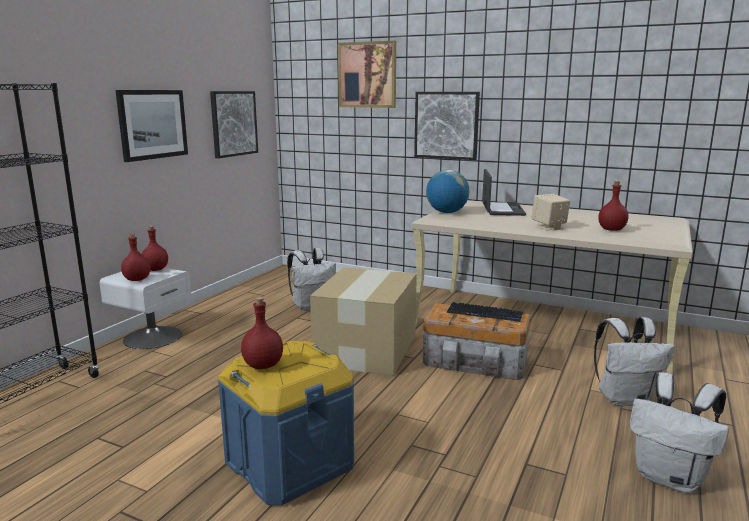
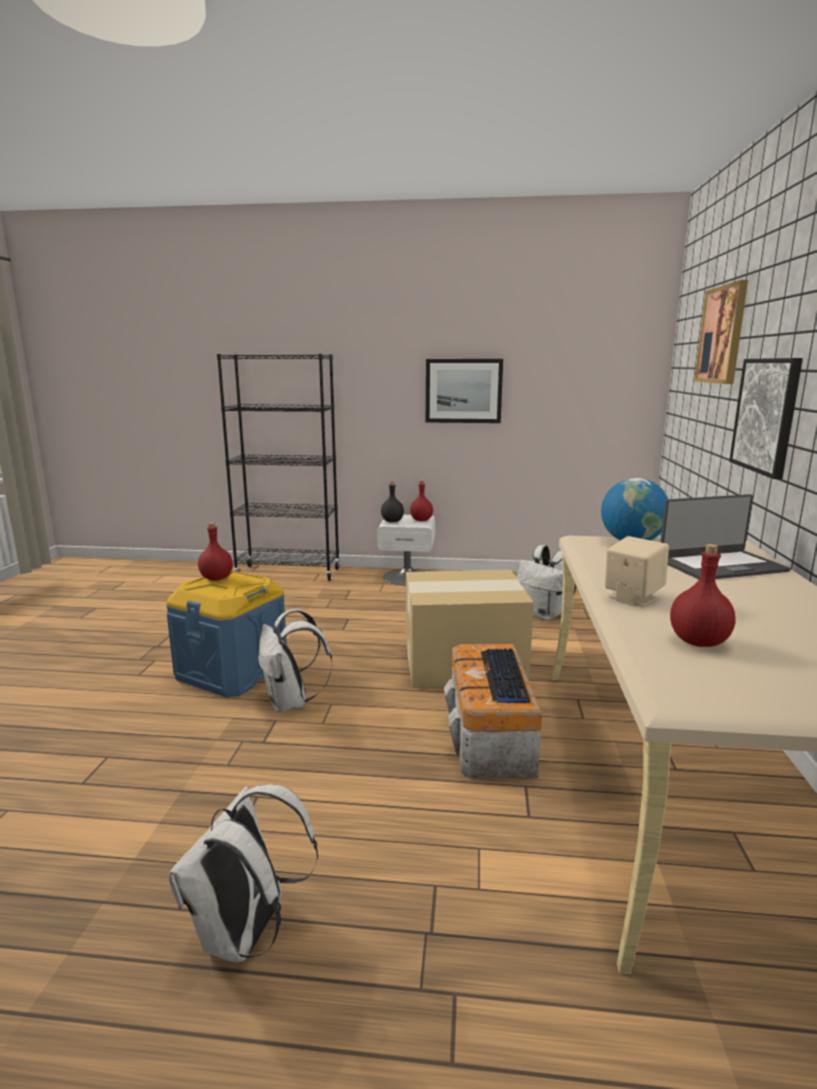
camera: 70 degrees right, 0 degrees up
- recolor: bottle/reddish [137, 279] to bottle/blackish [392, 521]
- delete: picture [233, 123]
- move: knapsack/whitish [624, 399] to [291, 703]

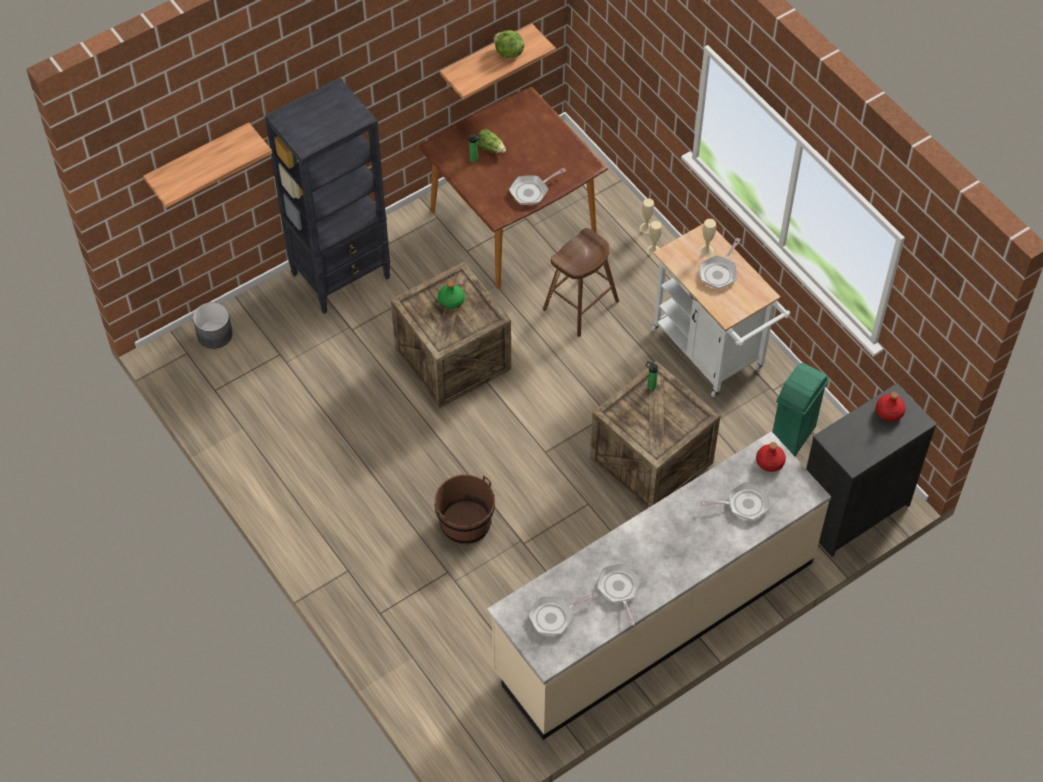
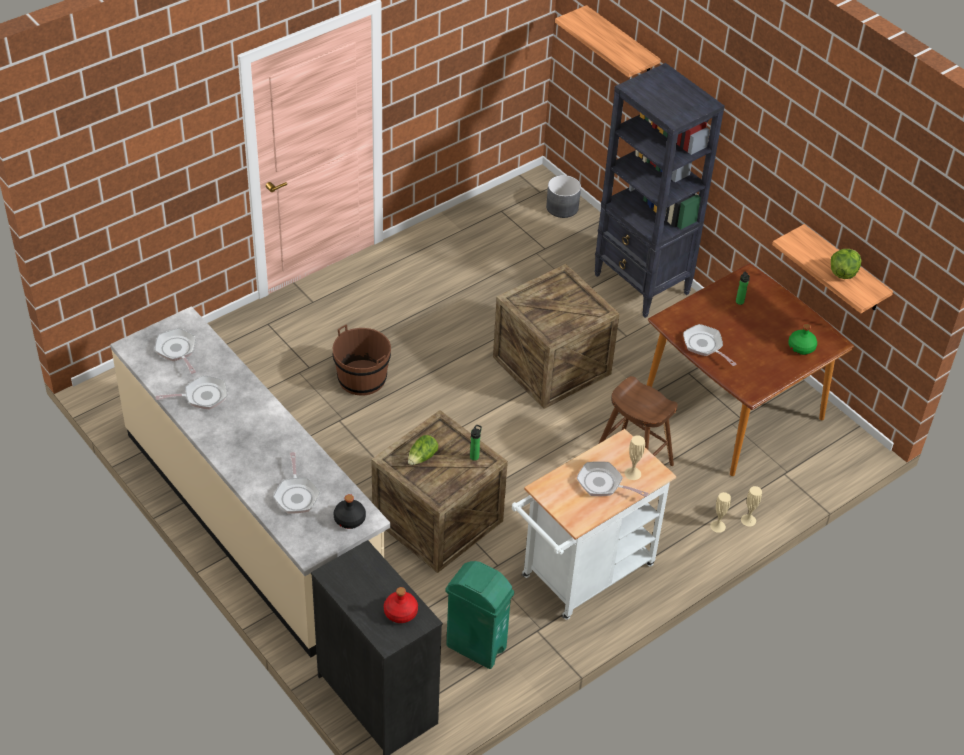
camera: 85 degrees right, 10 degrees down
- move: bottle/green-coloured [451, 301] to [801, 347]
- move: head of lettuce [491, 148] to [422, 457]
- recolor: bottle/reddish [770, 462] to bottle/blackish [349, 519]

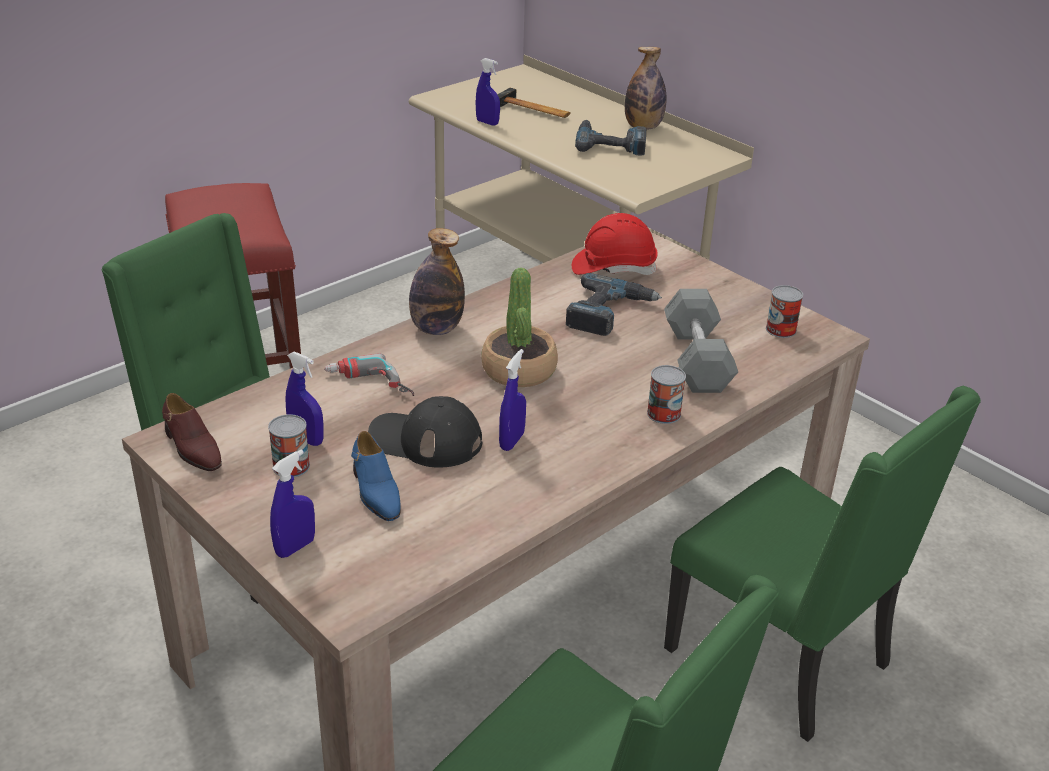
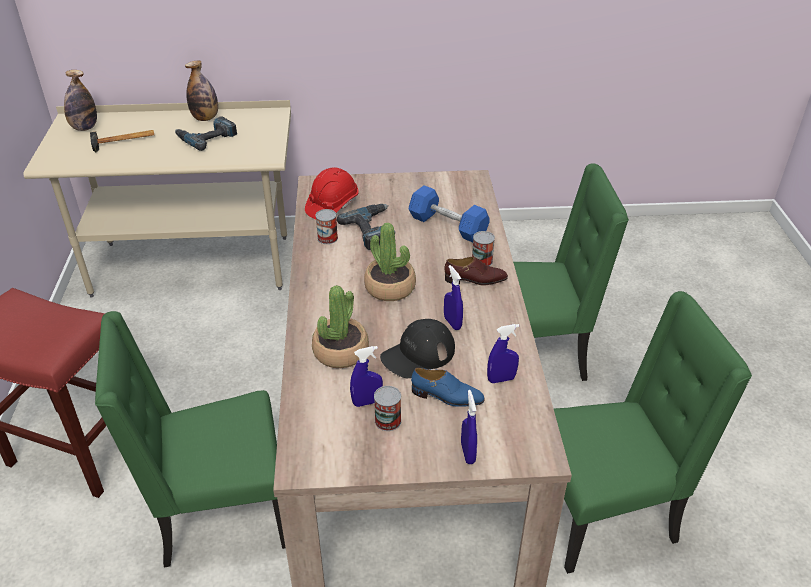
camera: 50 degrees left, 5 degrees up
- move: shoe/brown [192, 448] to [475, 280]
- replace: electric drill [368, 386] to houseplant [340, 351]
- move: bottle [436, 329] to [84, 128]
- move: spray bottle/bluish [487, 123] to [501, 379]
- recolor: hand weight/greyish [697, 359] to hand weight/bluish [448, 226]
- move: metal can [781, 329] to [327, 238]

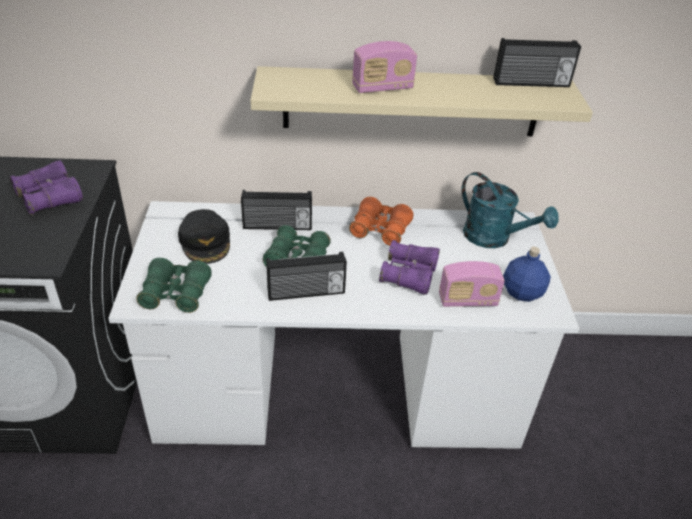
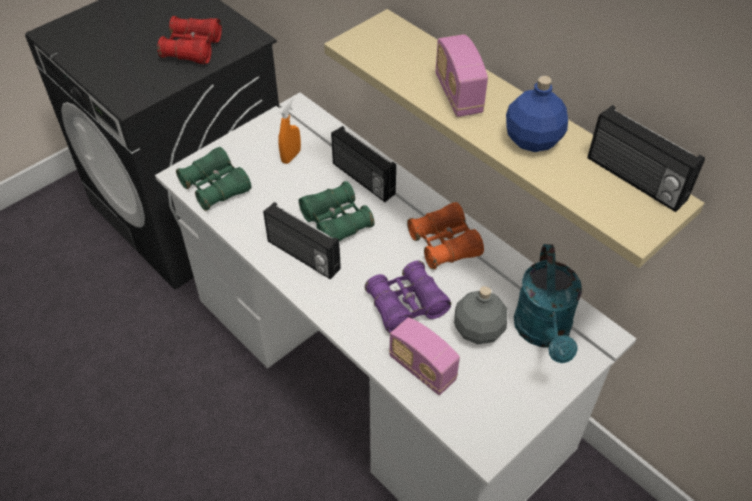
camera: 50 degrees right, 10 degrees up
- recolor: pair of binoculars/purple-coloured [49, 198] to pair of binoculars/reddish [192, 49]
- replace: peaked cap/blackish [206, 241] to spray bottle/orange [291, 156]
- rotate: radio set [382, 88] = [458, 95] 45 degrees clockwise
- move: bottle/bluish [522, 293] to [532, 140]
- insert: bottle/greyish [477, 330]

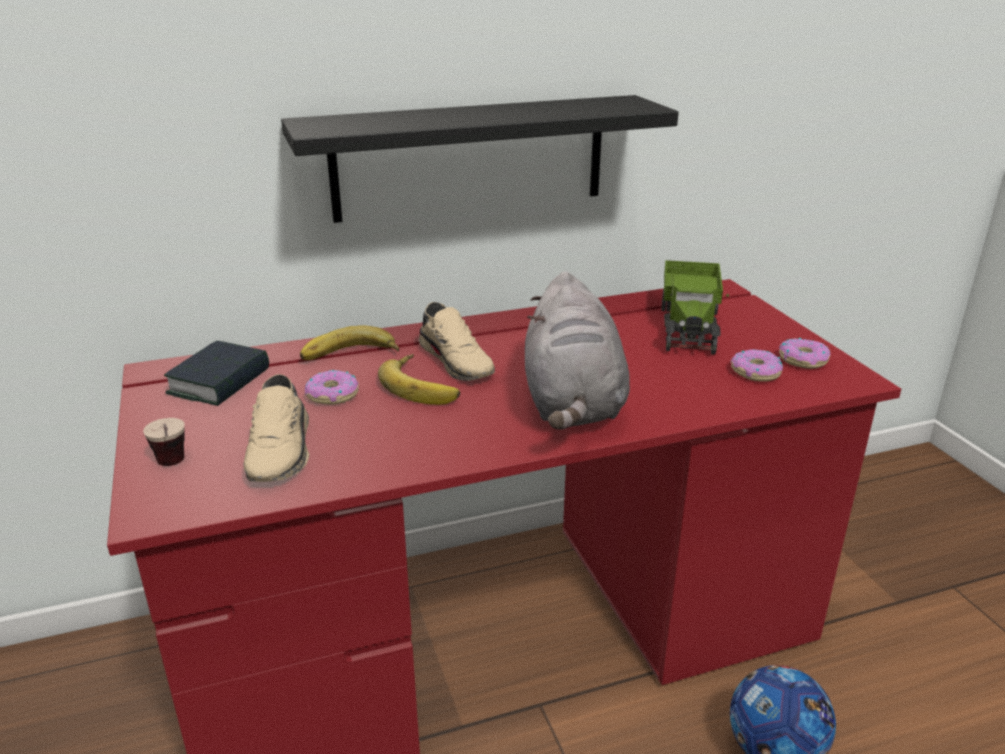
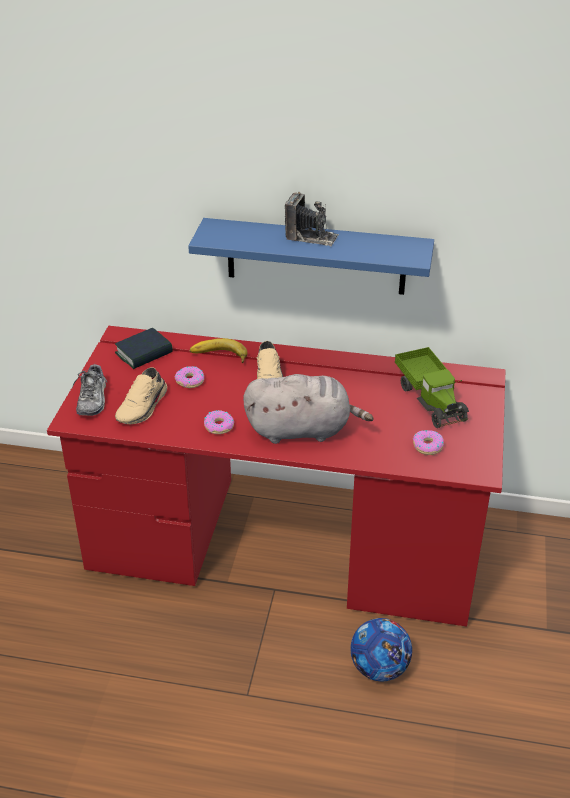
camera: 30 degrees right, 10 degrees up
- replace: drinking cup [173, 467] to shoe [93, 399]
- recolor: bracket shelf/blackish [470, 158] to bracket shelf/bluish [316, 256]
- delete: banana fruit [423, 385]
- rotate: plush toy/greyish [572, 404] = [302, 430] 120 degrees counterclockwise
- rotate: toy lorry [690, 325] = [430, 398] 60 degrees counterclockwise
- move: ring doughnut [803, 360] to [219, 426]
- insert: photo camera [311, 237]

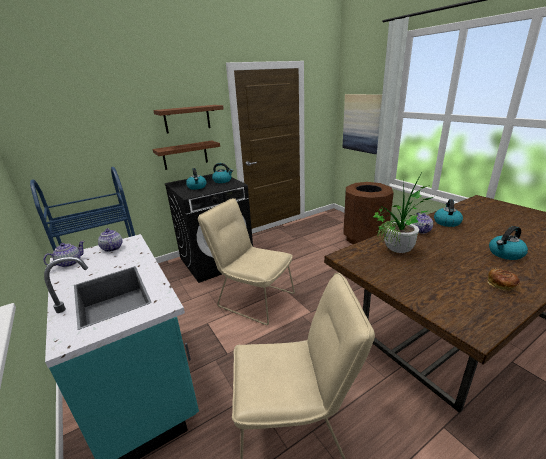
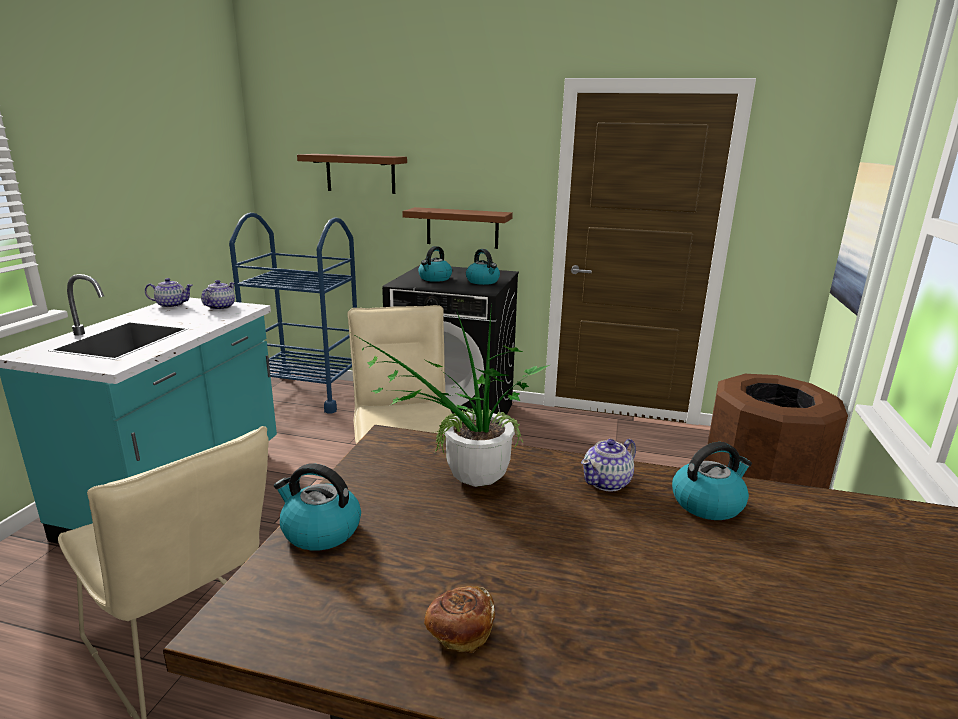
camera: 45 degrees right, 5 degrees down
- move: bracket shelf/brown [187, 119] to [360, 173]
- move: tea kettle [505, 254] to [320, 531]

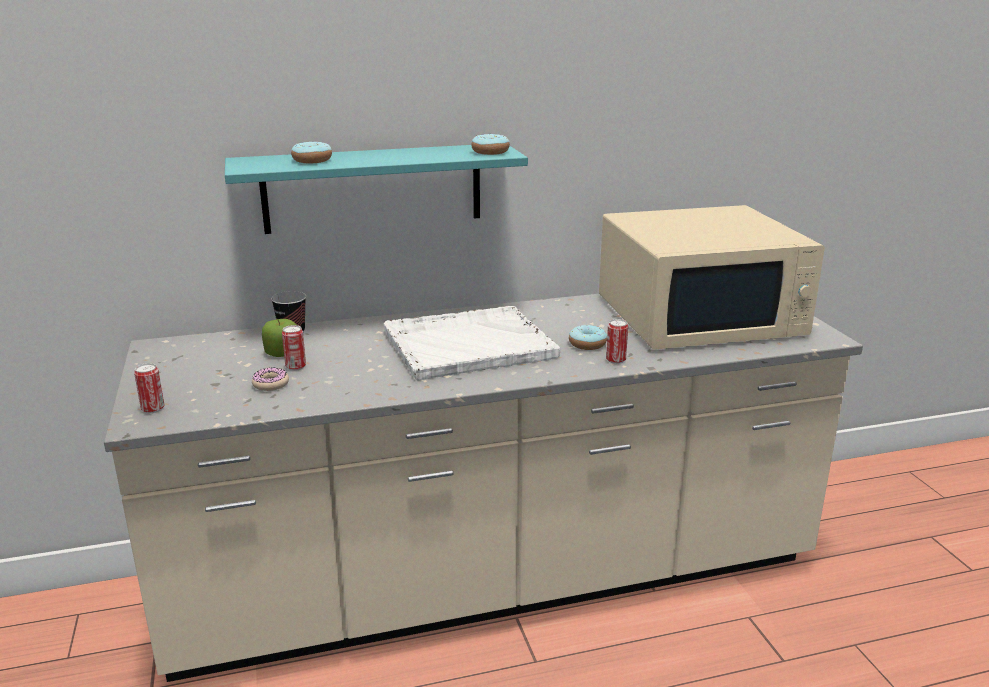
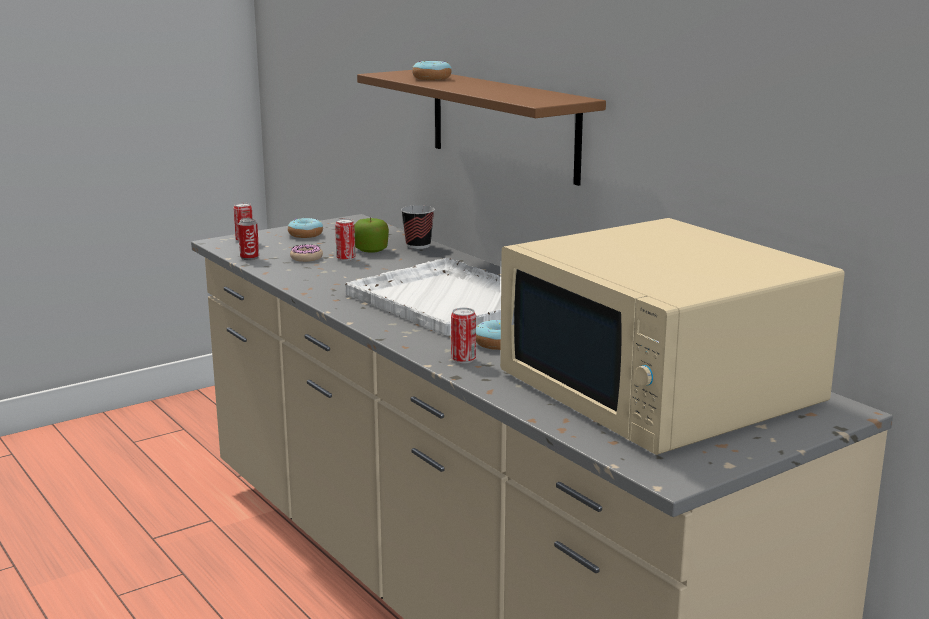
camera: 70 degrees right, 5 degrees down
- recolor: bracket shelf/blue-green [373, 188] to bracket shelf/brown [503, 124]
- move: ring doughnut [490, 152] to [305, 235]
- insert: metal can [249, 258]

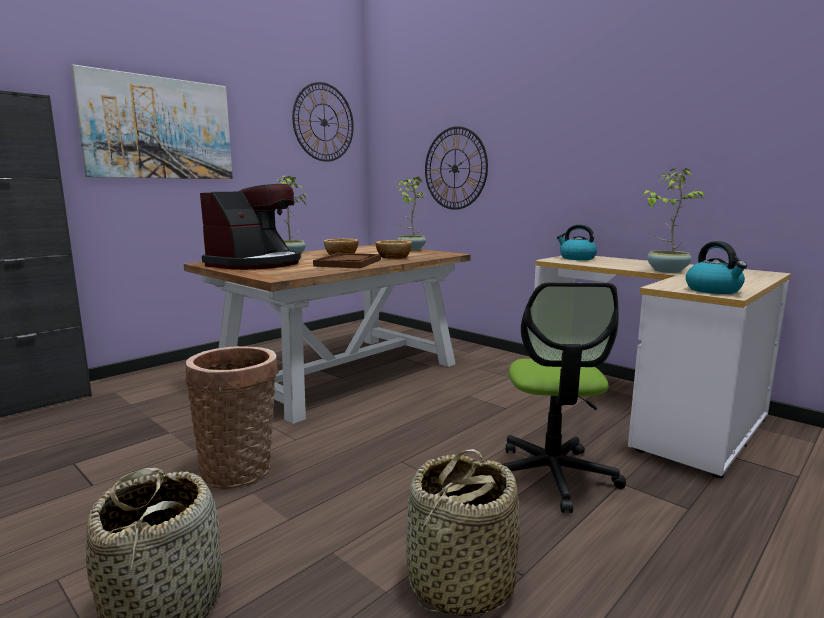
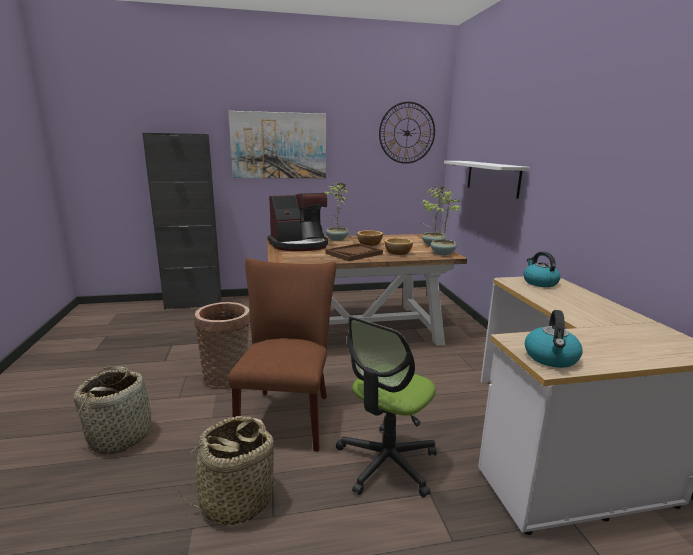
camera: 35 degrees right, 5 degrees up
- replace: wall clock [455, 168] to bracket shelf/whitish [492, 178]
- move: houseplant [666, 271] to [442, 253]
- insert: upright chair/brown [287, 414]

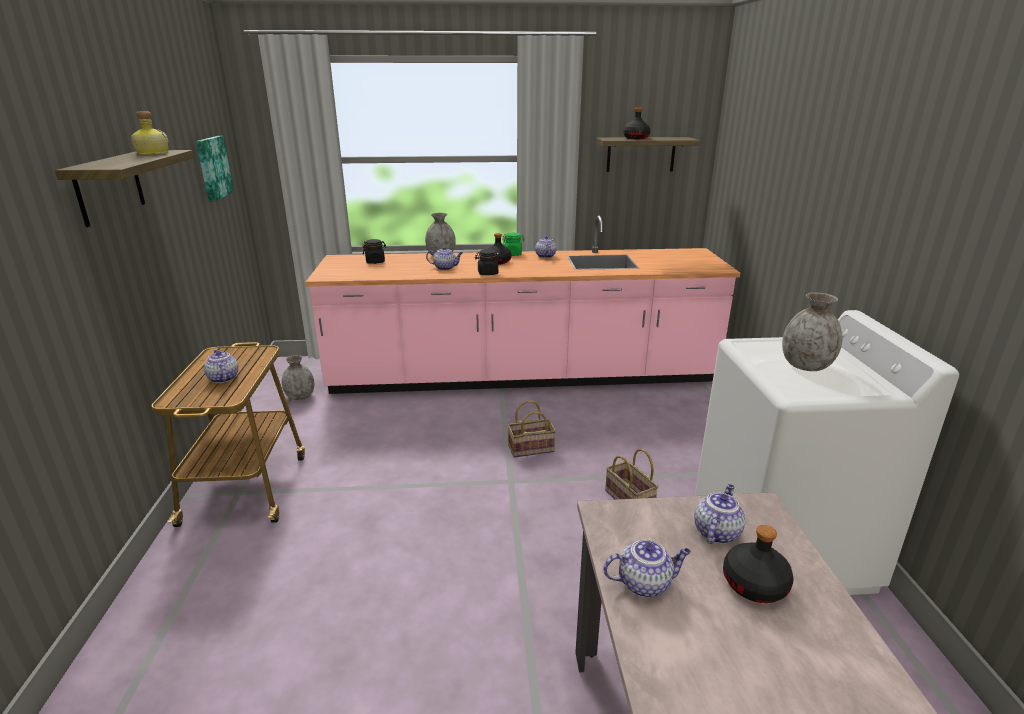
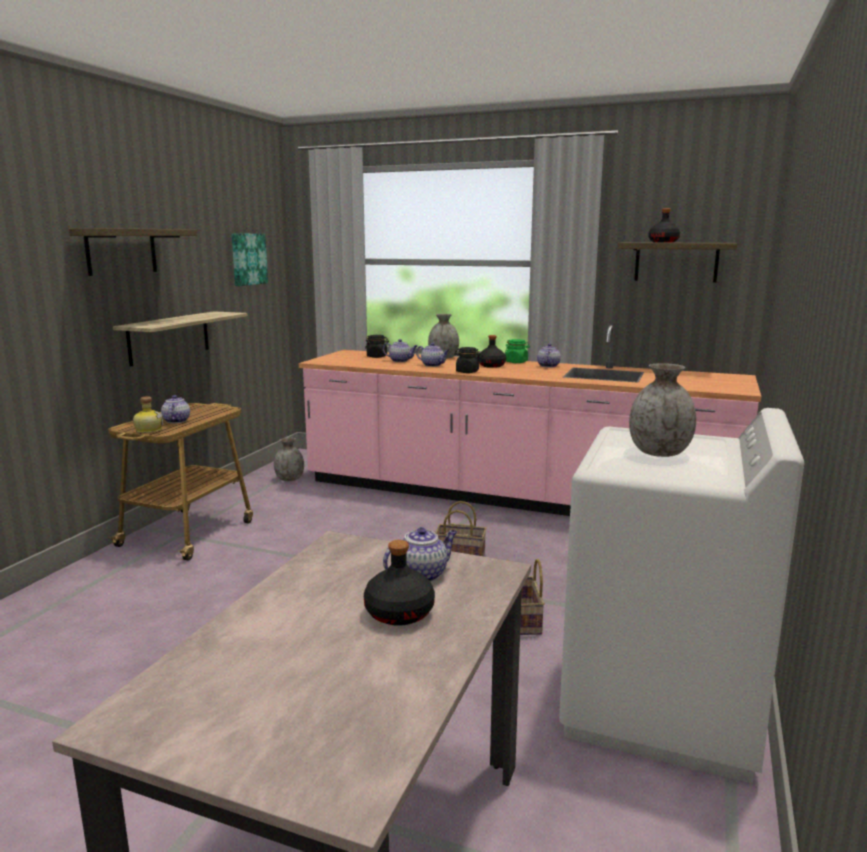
camera: 25 degrees right, 10 degrees down
- move: bottle [152, 153] to [148, 430]
- move: pot for tea [645, 583] to [400, 361]
- insert: bracket shelf [169, 337]

